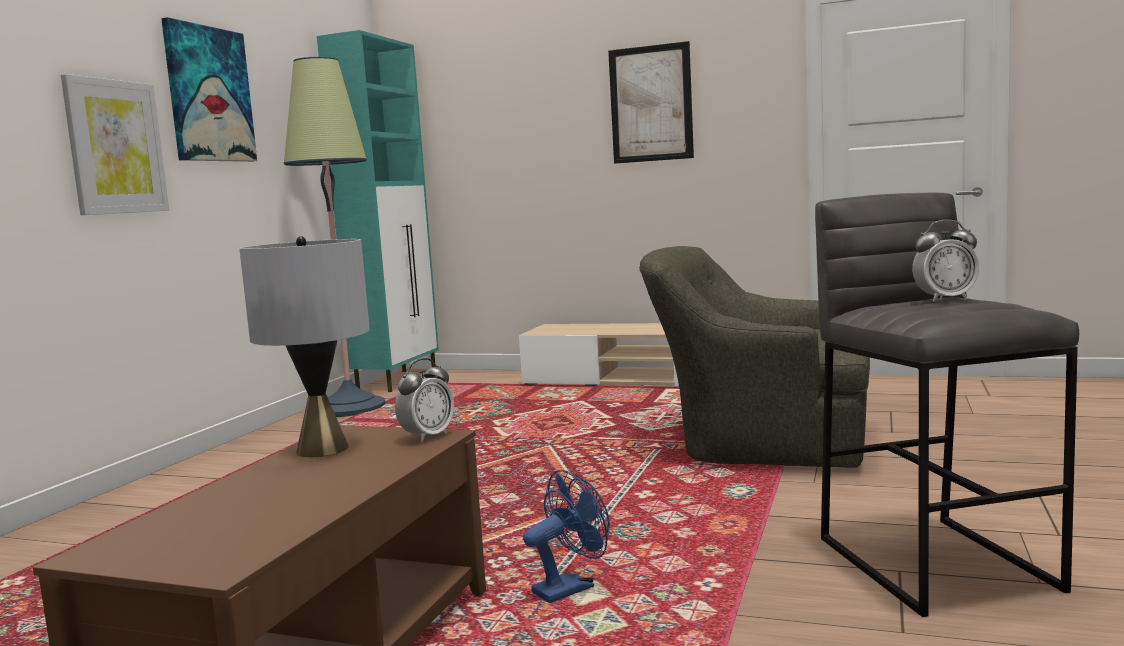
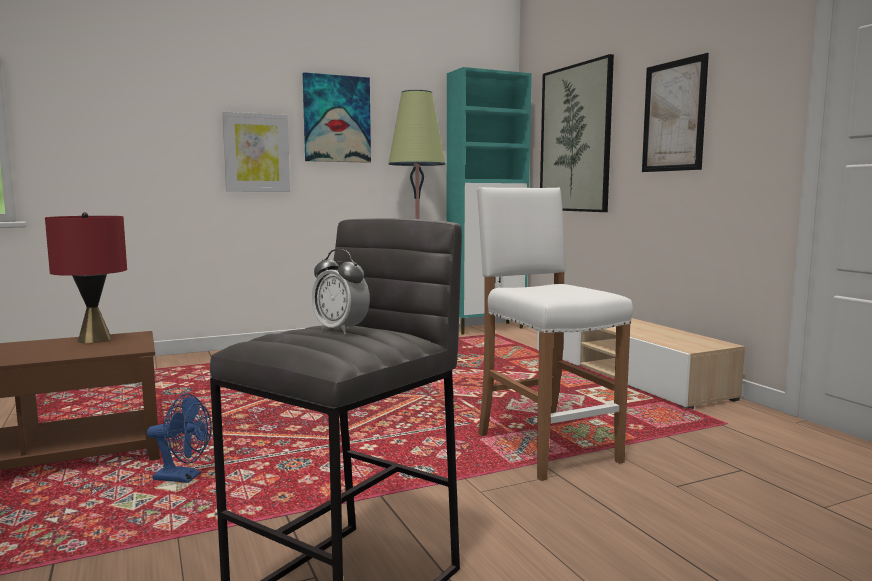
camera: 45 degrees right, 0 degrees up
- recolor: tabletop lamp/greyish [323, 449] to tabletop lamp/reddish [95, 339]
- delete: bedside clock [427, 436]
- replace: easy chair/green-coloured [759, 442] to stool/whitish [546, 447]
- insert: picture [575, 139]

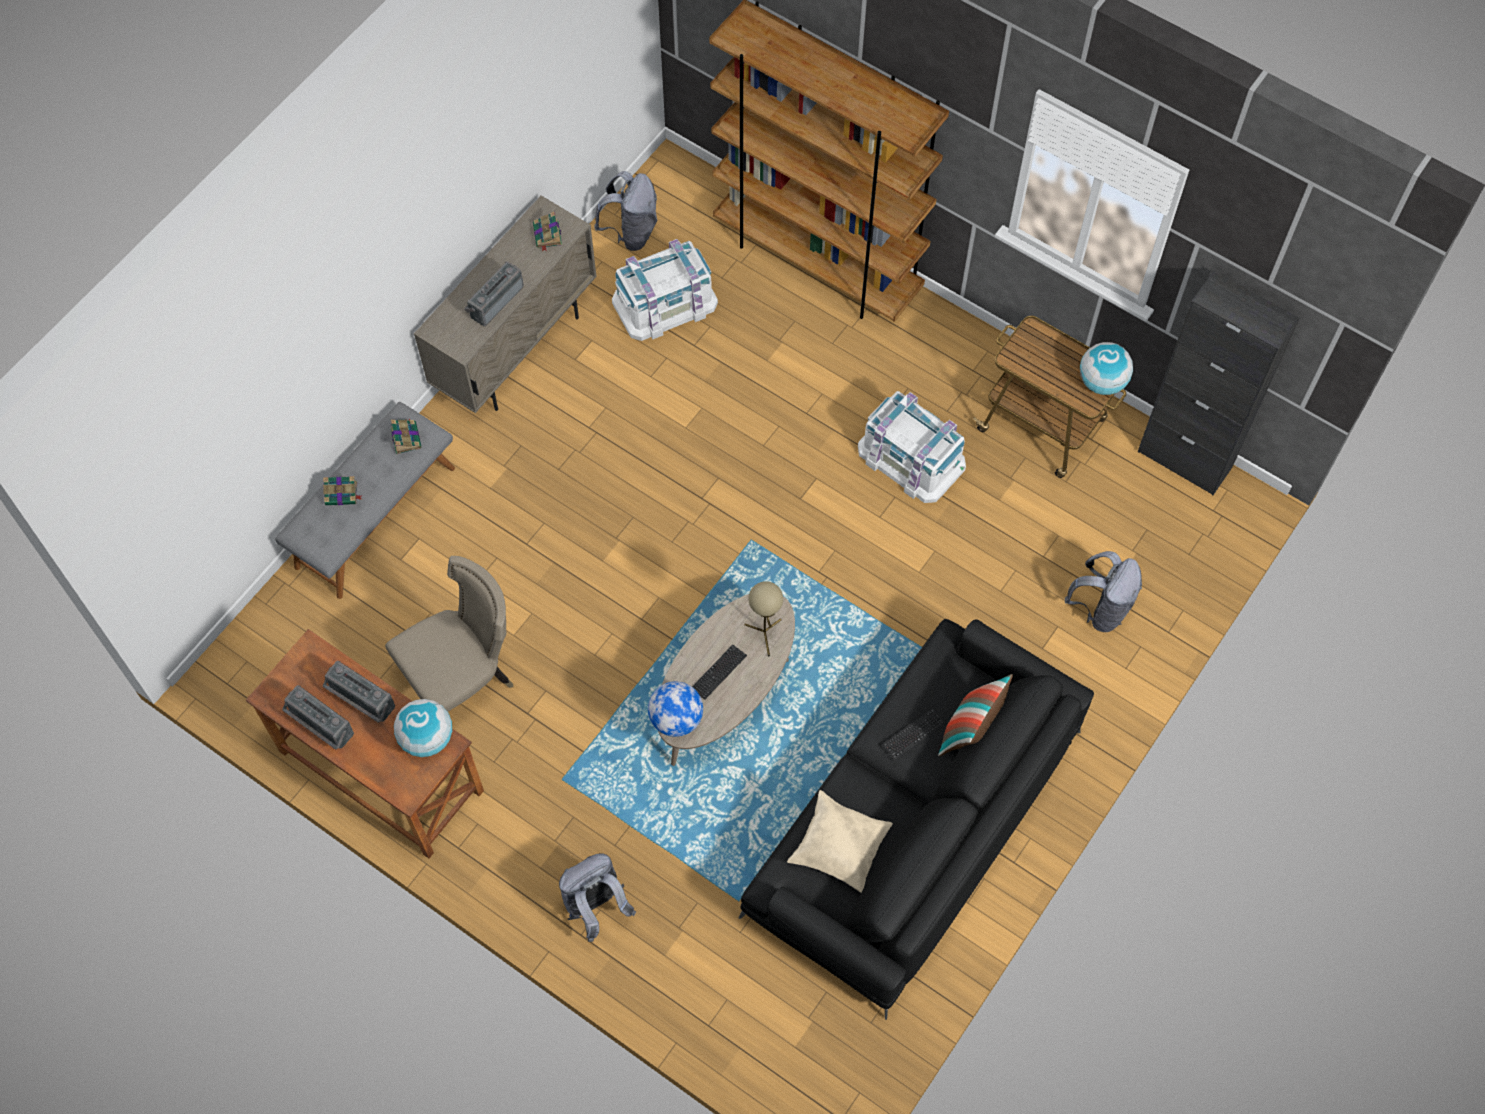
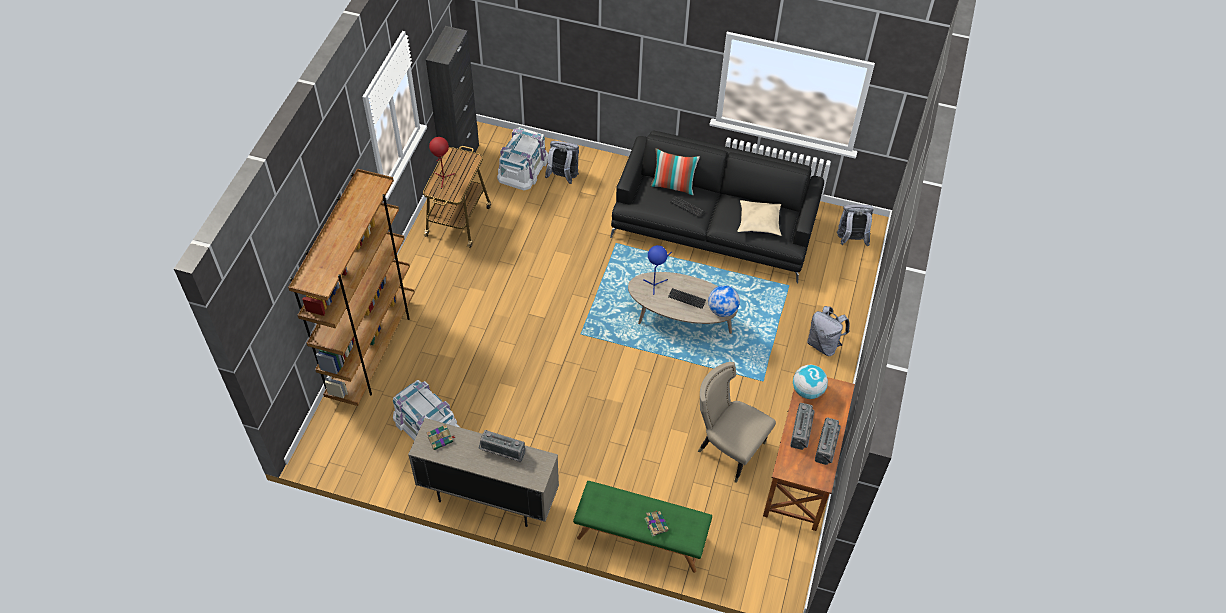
camera: 110 degrees left, 10 degrees down
- recolor: long seat/greyish [374, 516] to long seat/green-coloured [641, 538]
- delete: volume [406, 437]
- move: knapsack/greyish [631, 232] to [851, 239]
- recolor: tabletop lamp/sand-coloured [765, 635] to tabletop lamp/bluish [655, 284]
- move: storage bin/whitish [911, 457] to [522, 167]
- delete: globe [1102, 382]
- insert: tabletop lamp/reddish [443, 179]

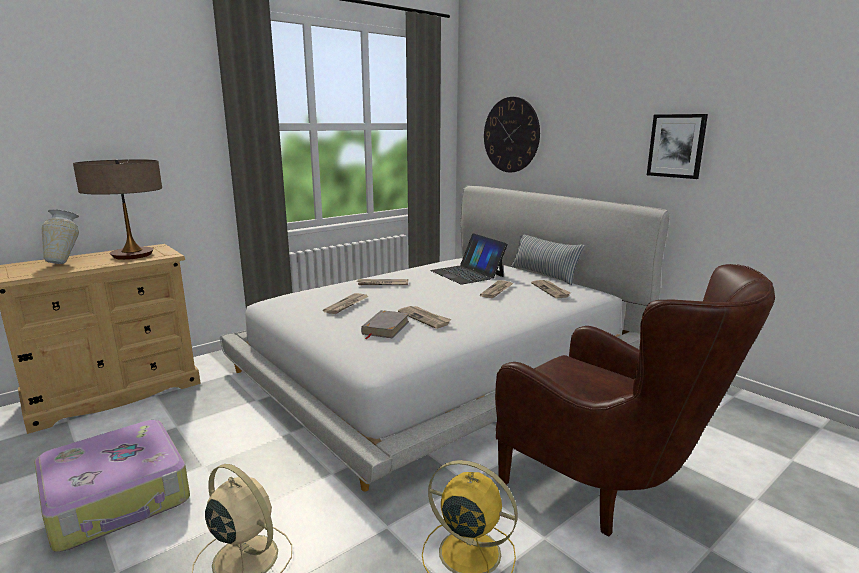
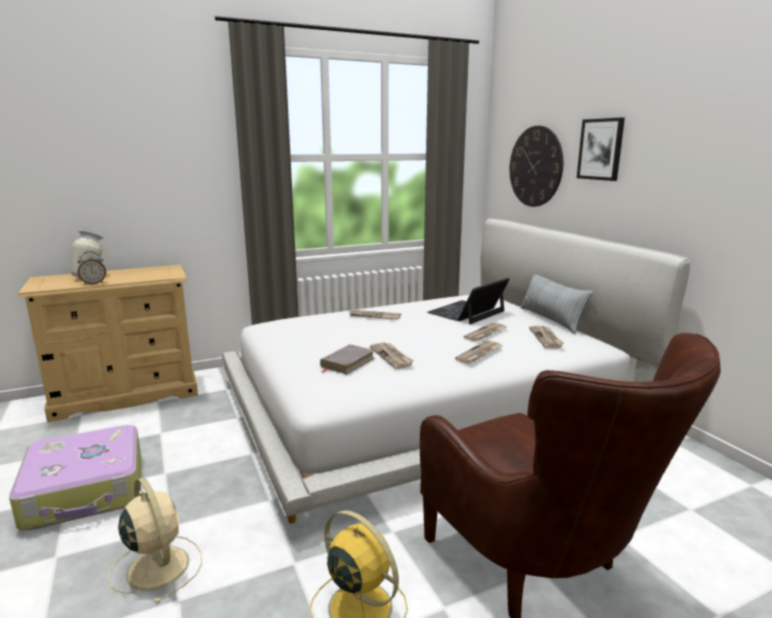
camera: 15 degrees right, 0 degrees up
- delete: tabletop lamp [132, 255]
- move: newspaper [347, 305] to [479, 354]
- rotate: portable computer [467, 273] = [467, 312] 60 degrees clockwise
- move: picture [676, 146] to [600, 149]
- insert: bedside clock [94, 283]

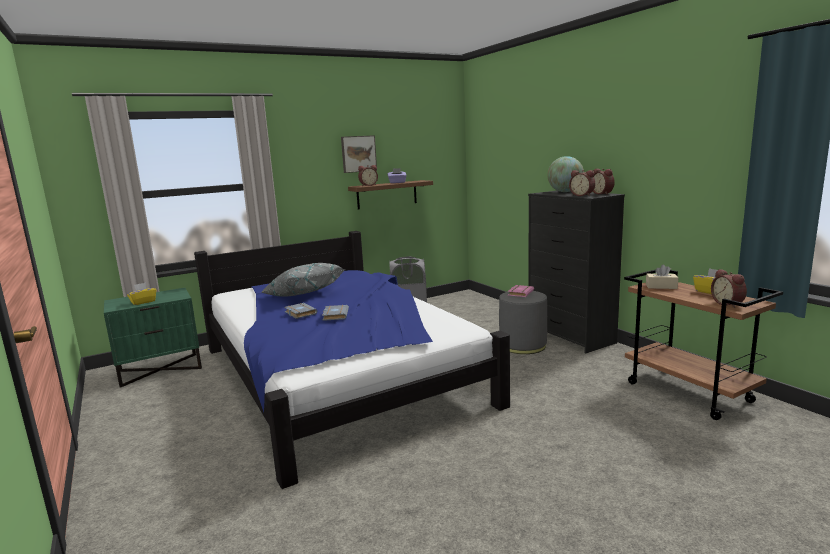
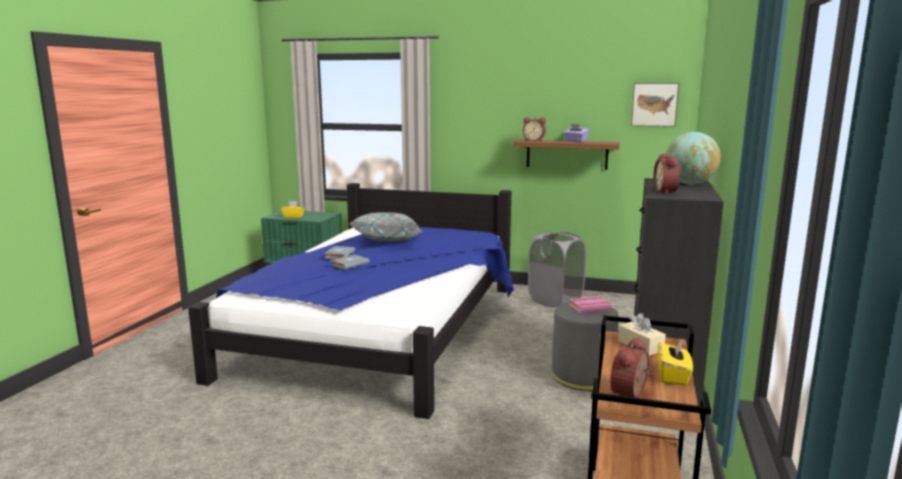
camera: 45 degrees right, 0 degrees up
- move: picture [358, 154] to [654, 104]
- delete: bedside clock [603, 193]

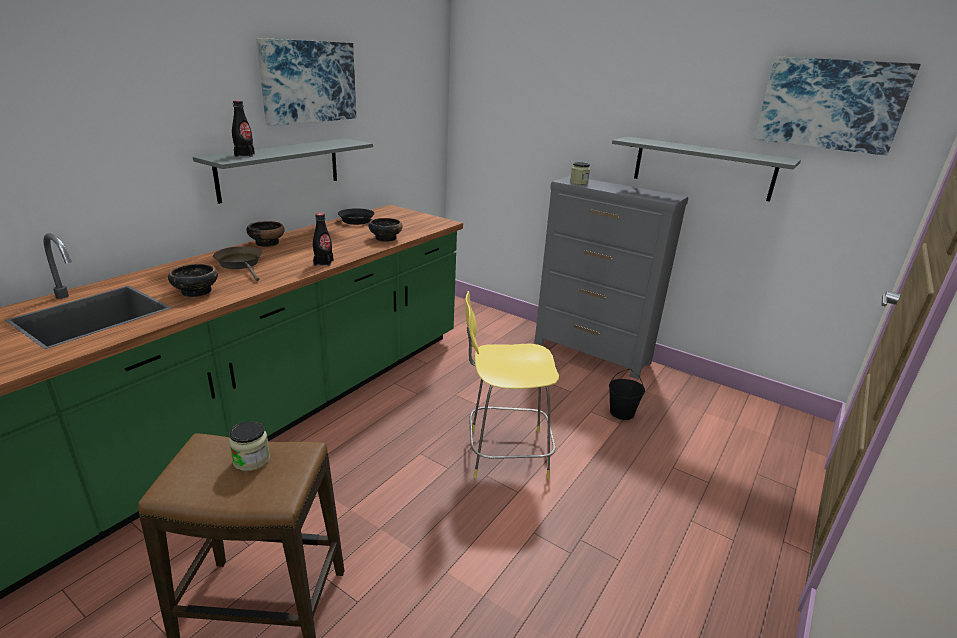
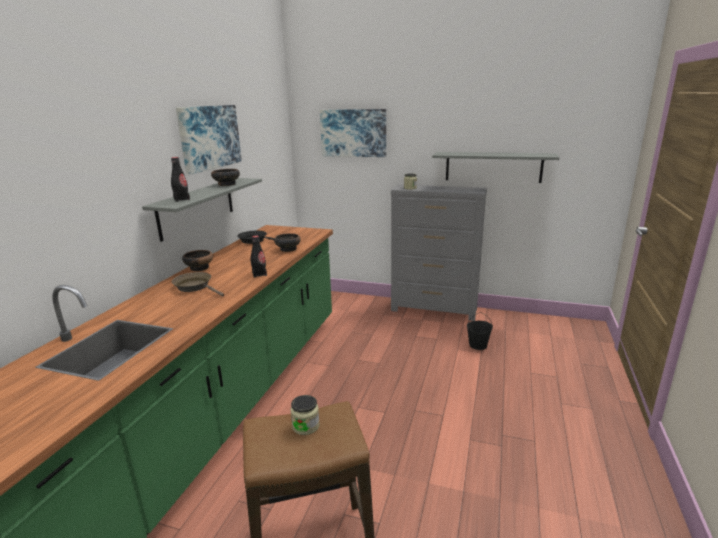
camera: 15 degrees left, 5 degrees down
- move: deep dish [195, 292] to [226, 184]
- delete: stool/yellow-coloured [504, 453]
- move: picture [830, 104] to [353, 133]

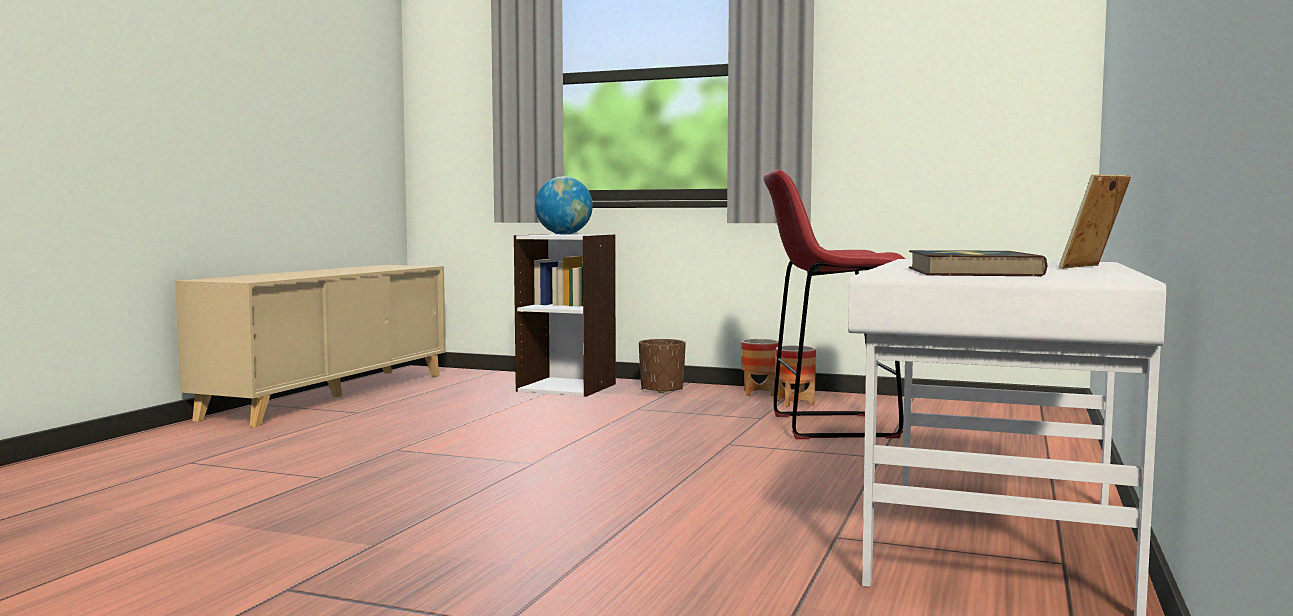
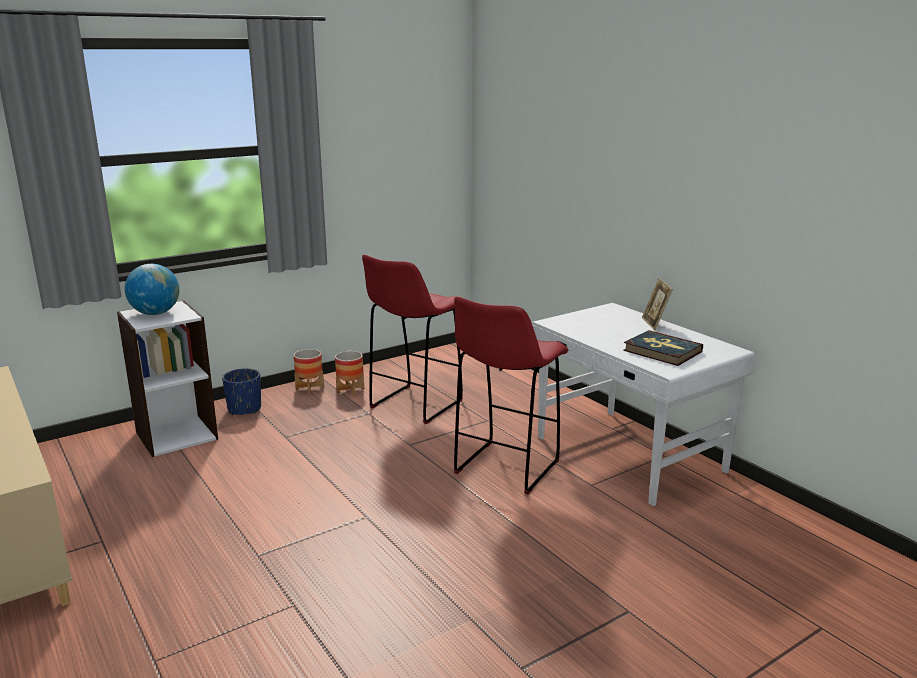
camera: 55 degrees left, 15 degrees up
- recolor: flower pot/brown [661, 389] to flower pot/bluish [244, 409]
- insert: stool/reddish [505, 468]

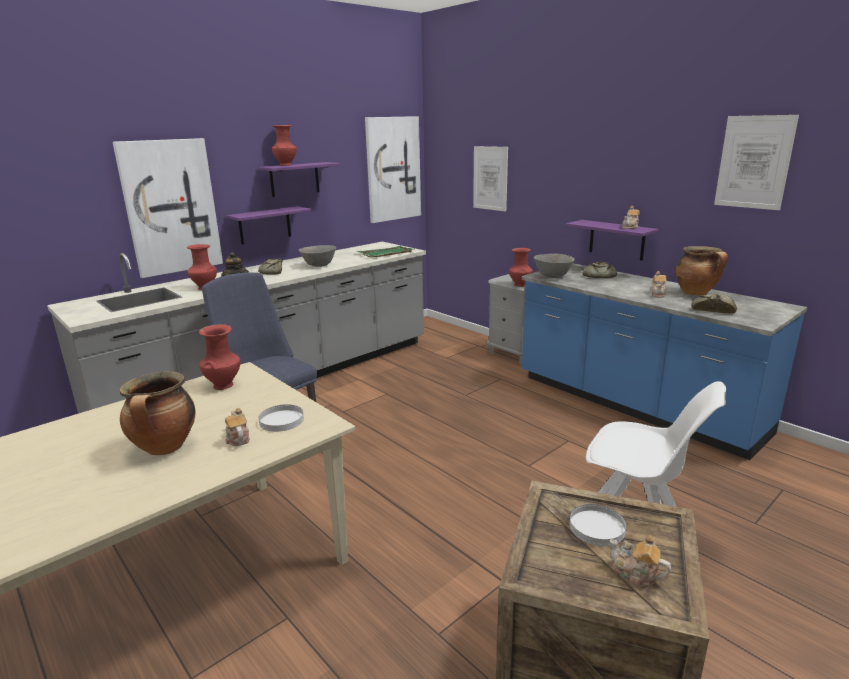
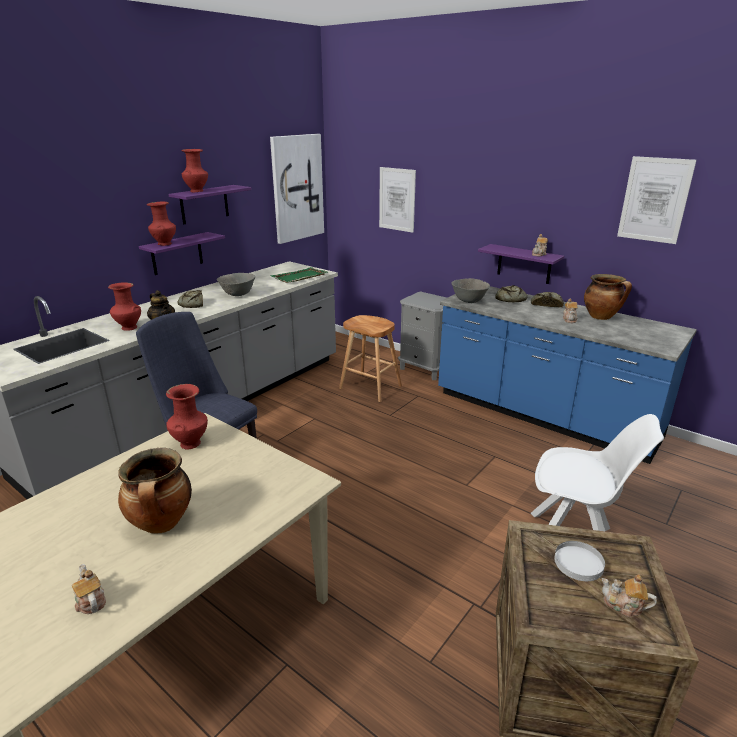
camera: 10 degrees left, 5 degrees up
- delete: picture [171, 207]
- move: pot for tea [237, 438] to [90, 600]
- delete: flat dish/whitish [281, 420]
- move: vase/reddish [520, 285] to [164, 244]
- move: bakery bread [712, 309] to [546, 304]
- insert: stool/brown [370, 387]

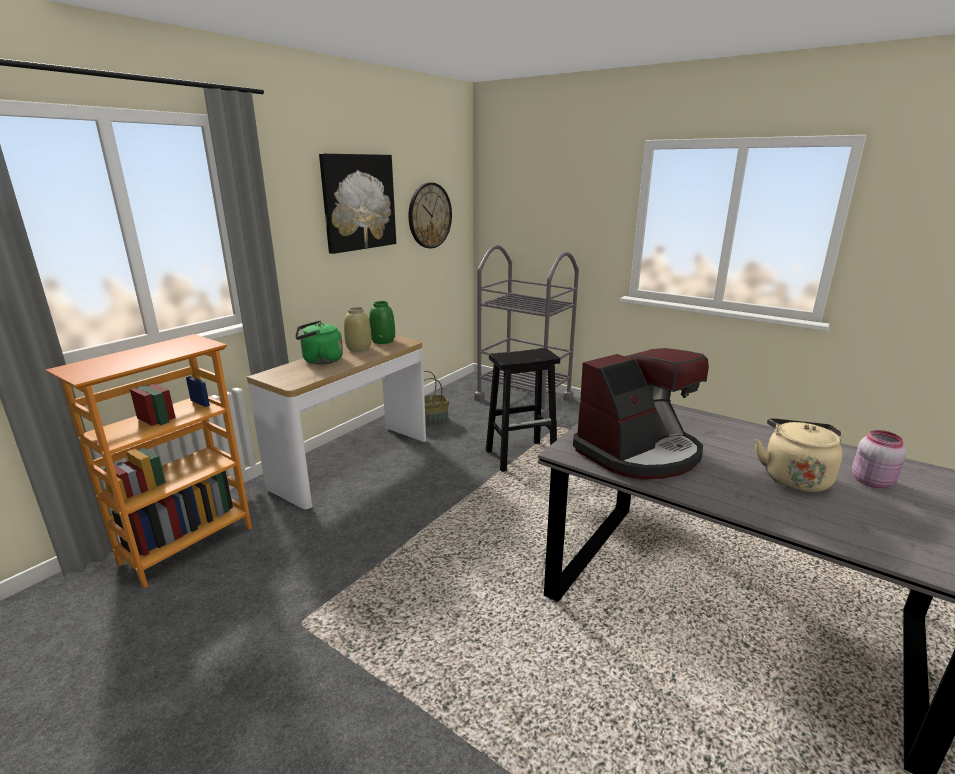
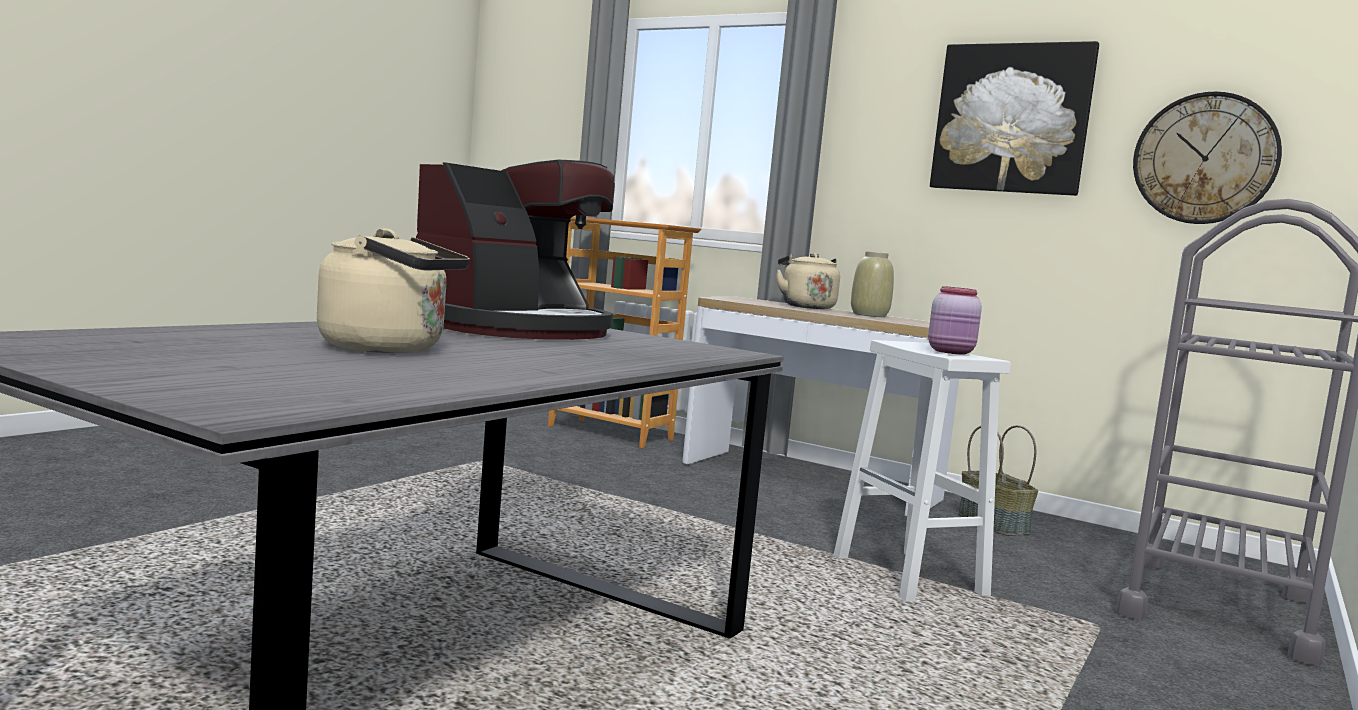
camera: 85 degrees right, 15 degrees down
- recolor: tea kettle/green-coloured [320, 360] to tea kettle/sand-coloured [805, 307]
- delete: vase/green-coloured [383, 341]
- recolor: stool/blackish [521, 456] to stool/whitish [910, 577]
- rotate: coffee machine [639, 452] = [515, 329] 105 degrees counterclockwise
- move: jar/pinkish [872, 481] to [952, 352]

